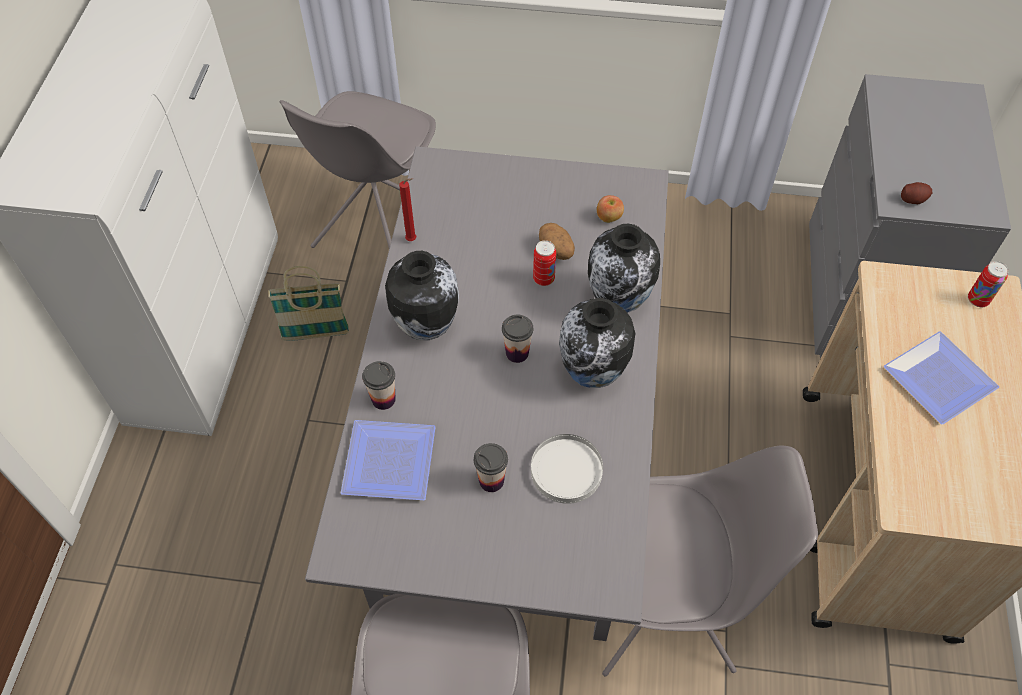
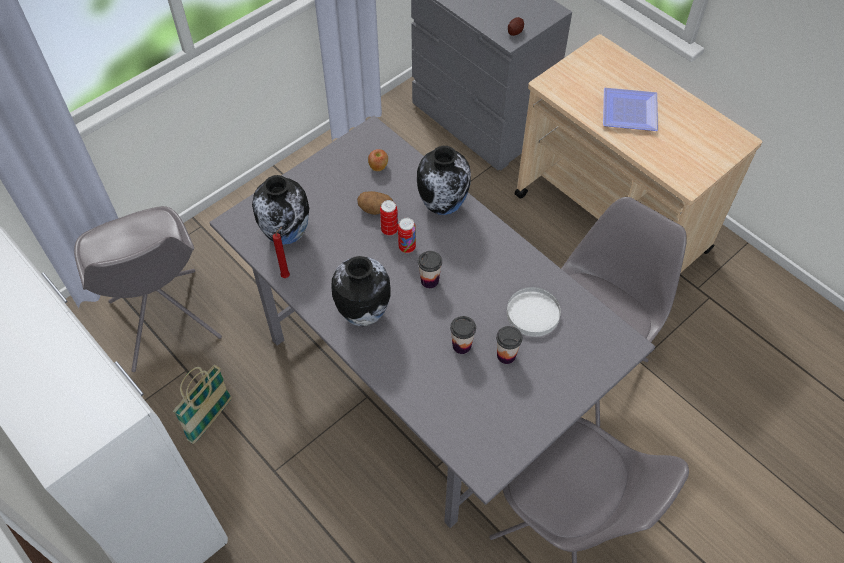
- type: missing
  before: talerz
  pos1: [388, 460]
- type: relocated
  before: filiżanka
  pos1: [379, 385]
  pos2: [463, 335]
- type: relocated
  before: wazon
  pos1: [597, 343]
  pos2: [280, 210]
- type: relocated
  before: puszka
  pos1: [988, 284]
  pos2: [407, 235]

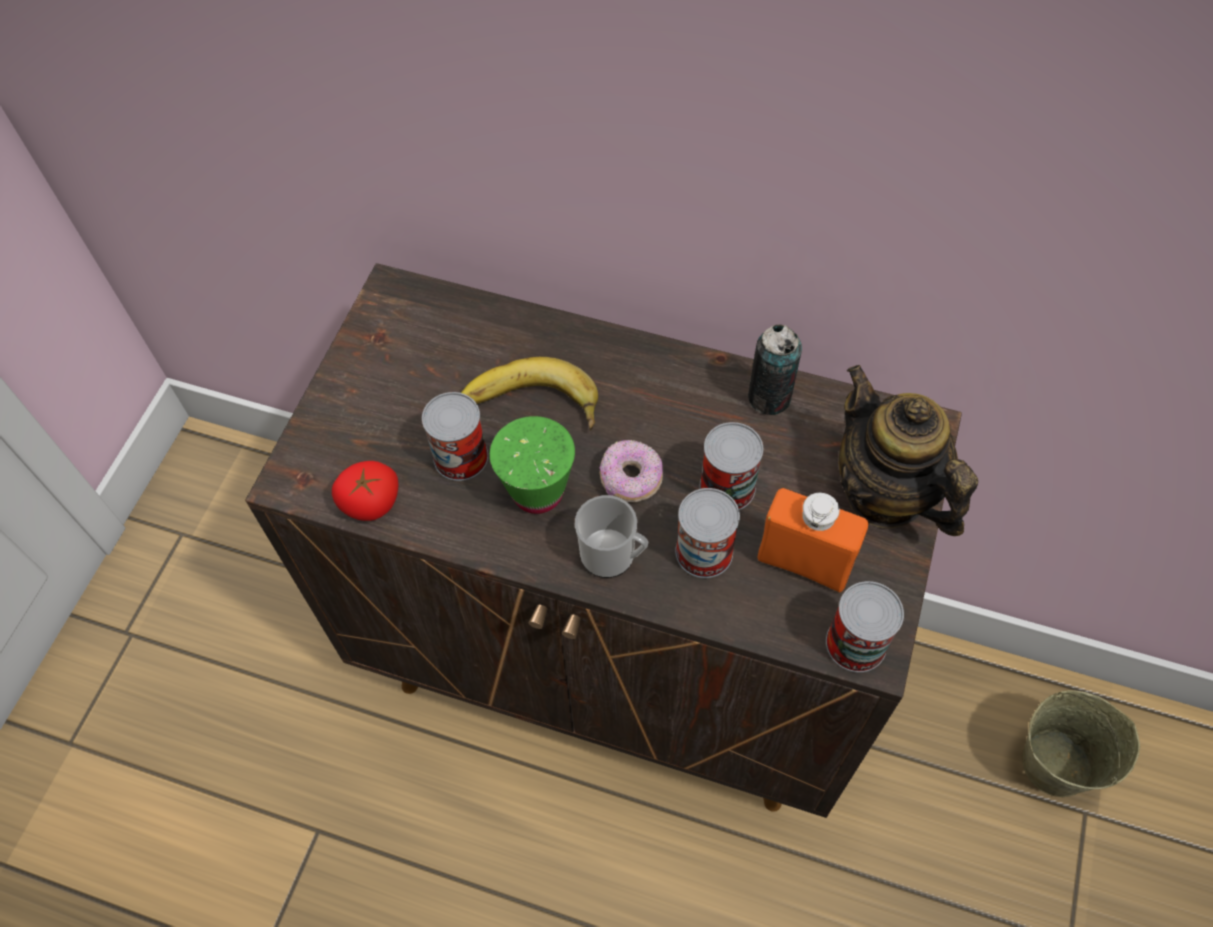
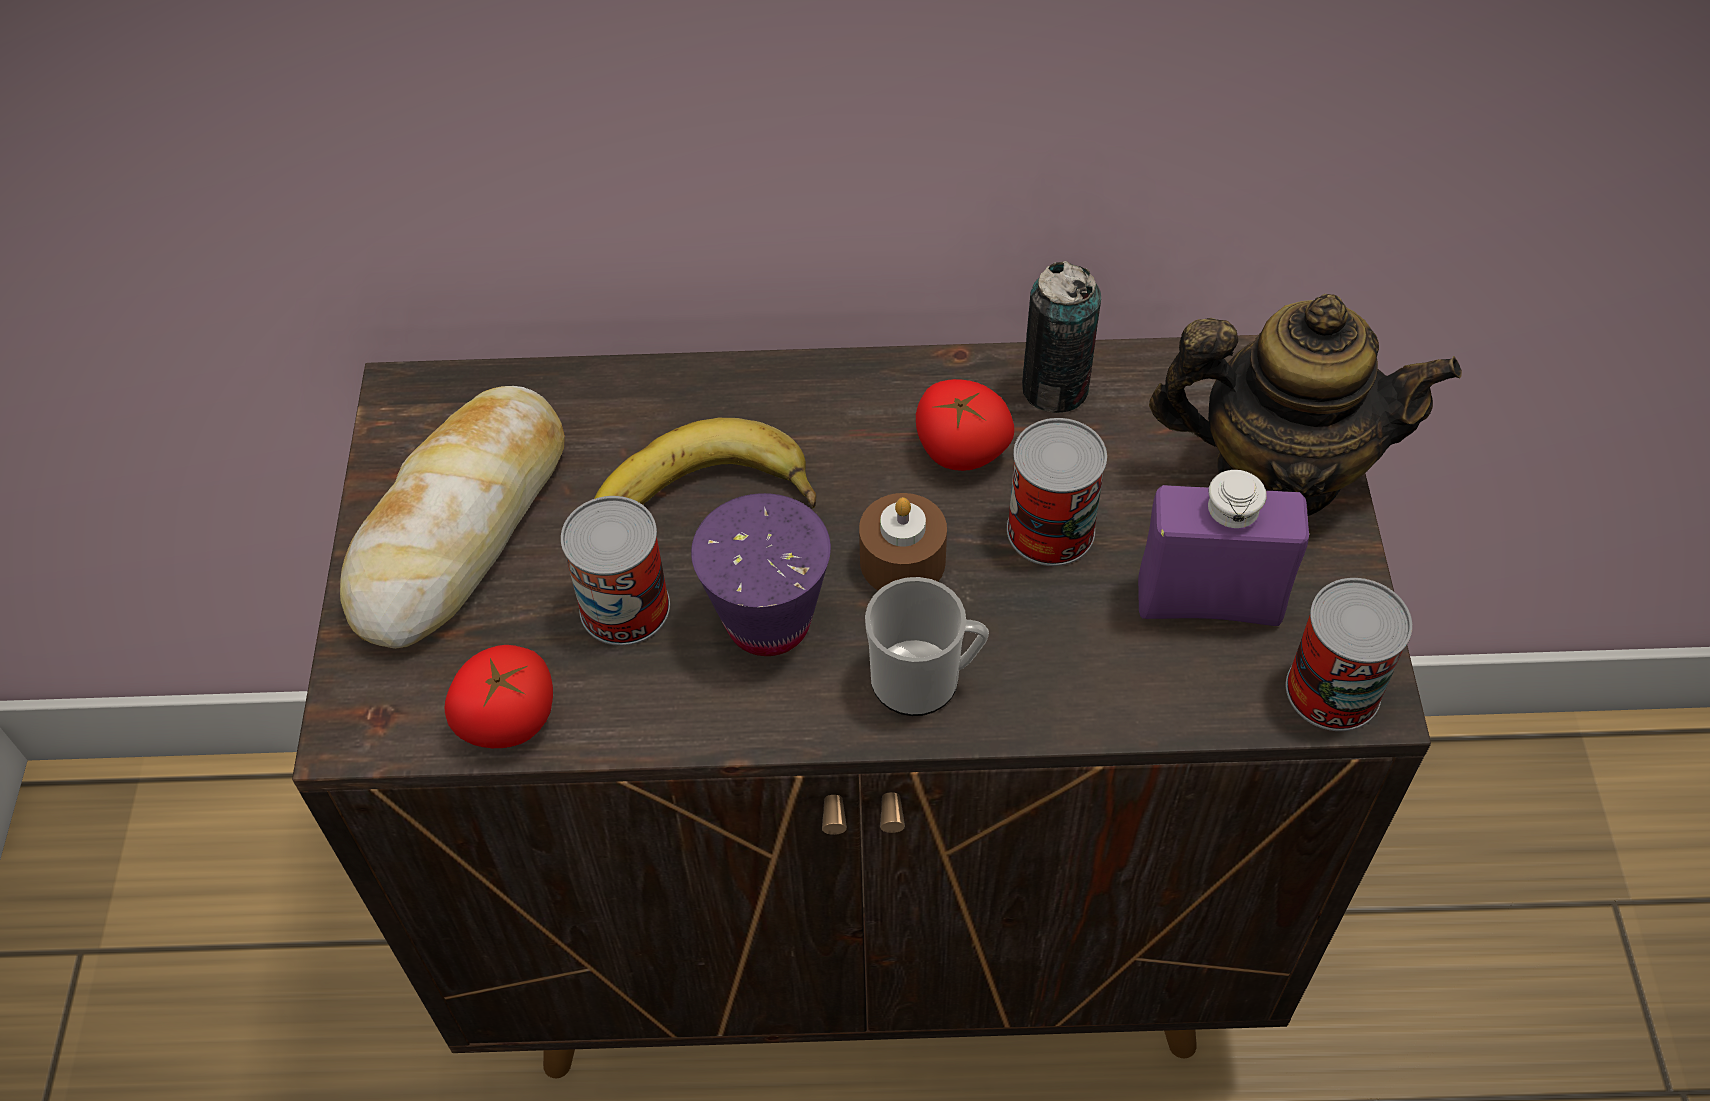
- type: missing
  before: puszka
  pos1: [707, 533]
- type: missing
  before: wiadro (beżowy)
  pos1: [1081, 743]
- type: appeared
  after: chleb
  pos2: [452, 517]
- type: appeared
  after: pomidor
  pos2: [965, 425]
- type: exchanged
  before: donut
  after: świeca (brązowy)
  pos1: [631, 471]
  pos2: [903, 542]
- type: colour
  before: filiżanka (zielony)
  after: filiżanka (fioletowy)
  pos1: [532, 465]
  pos2: [761, 574]
- type: colour
  before: butelka (pomarańczowy)
  after: butelka (fioletowy)
  pos1: [812, 540]
  pos2: [1223, 548]
- type: spun
  before: imbryk
  pos1: [908, 450]
  pos2: [1305, 405]
  turn: 150

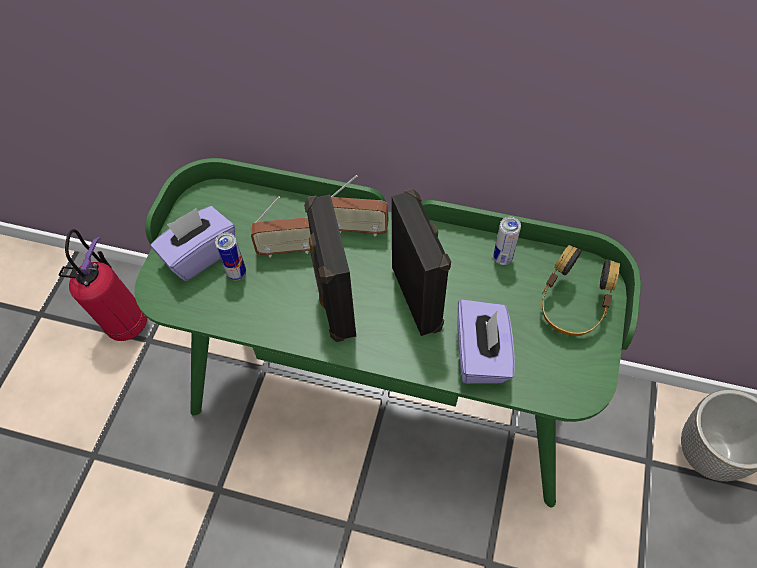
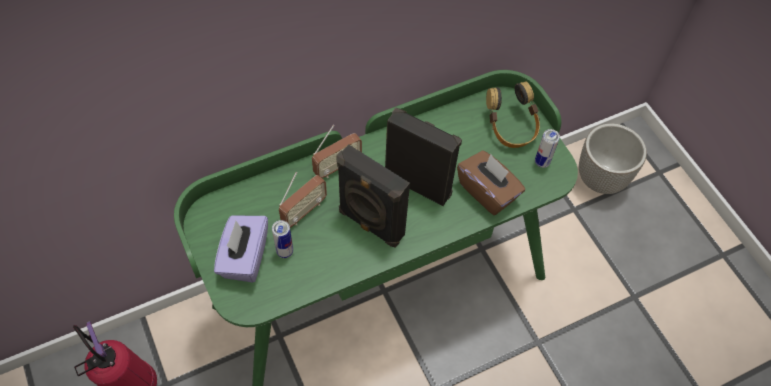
- type: relocated
  before: puszka
  pos1: [507, 241]
  pos2: [547, 148]
- type: colour
  before: pudełko chusteczek (fioletowy)
  after: pudełko chusteczek (brązowy)
  pos1: [486, 342]
  pos2: [491, 182]

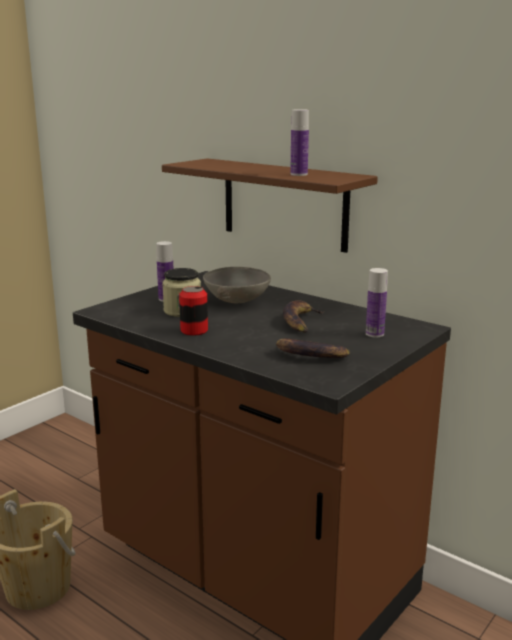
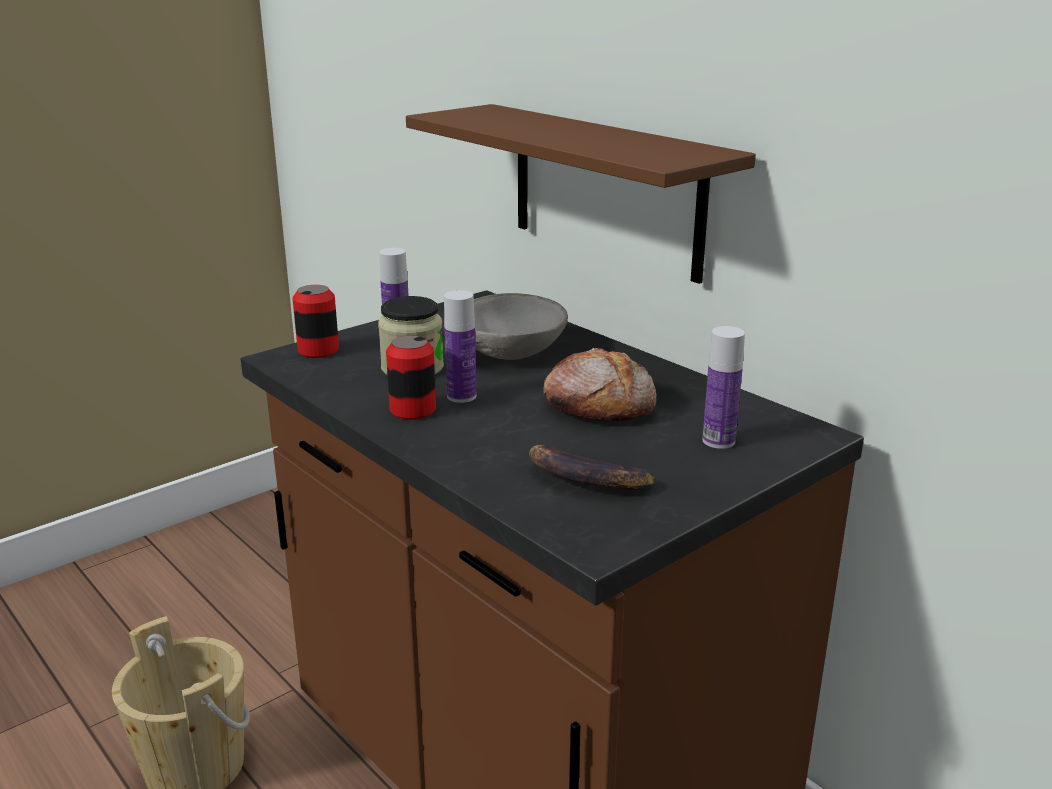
- type: appeared
  after: puszka
  pos2: [315, 321]
- type: relocated
  before: butelka
  pos1: [299, 142]
  pos2: [460, 346]
- type: exchanged
  before: banan
  after: chleb
  pos1: [303, 317]
  pos2: [600, 384]

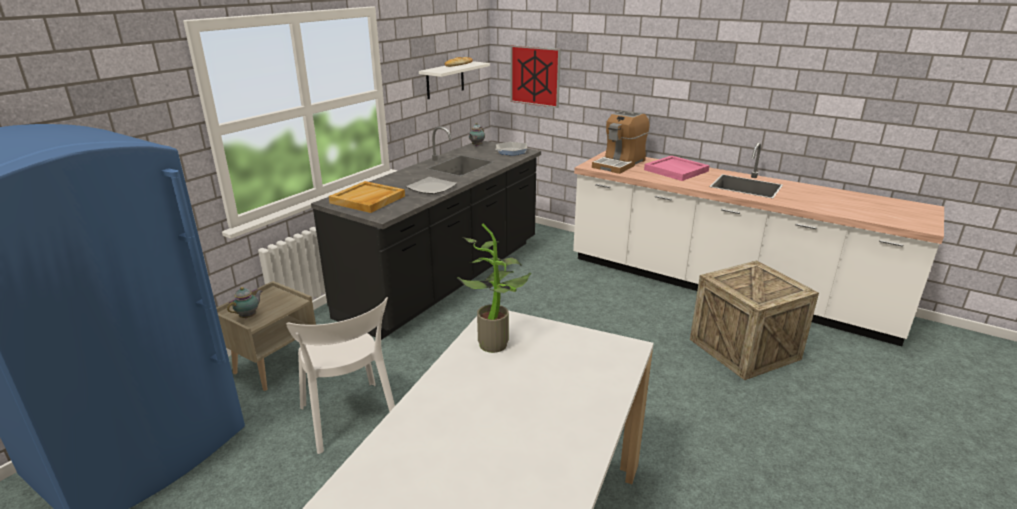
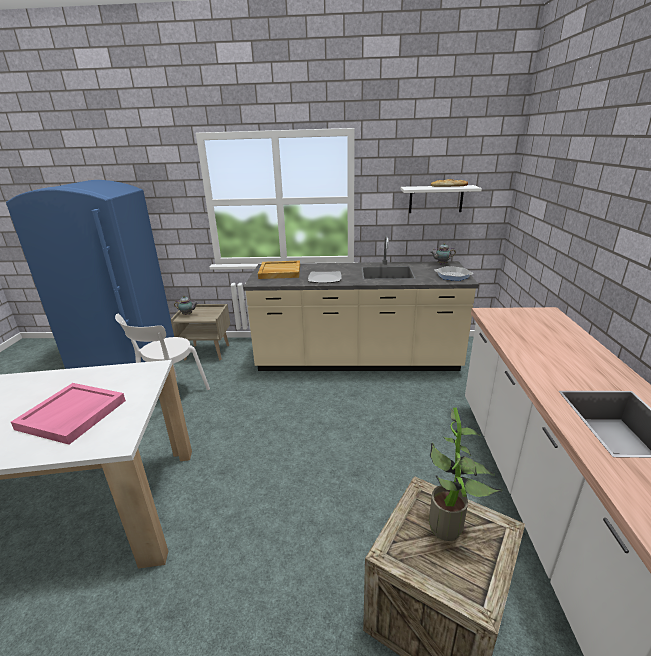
- type: missing
  before: obraz
  pos1: [535, 76]
- type: missing
  before: ekspres do kawy
  pos1: [620, 142]
- type: relocated
  before: roślina doniczkowa
  pos1: [494, 288]
  pos2: [466, 474]
- type: relocated
  before: taca (różowy)
  pos1: [677, 168]
  pos2: [68, 414]
- type: colour
  before: zabudowa kuchenna (czarny)
  after: zabudowa kuchenna (beżowy)
  pos1: [426, 233]
  pos2: [361, 303]

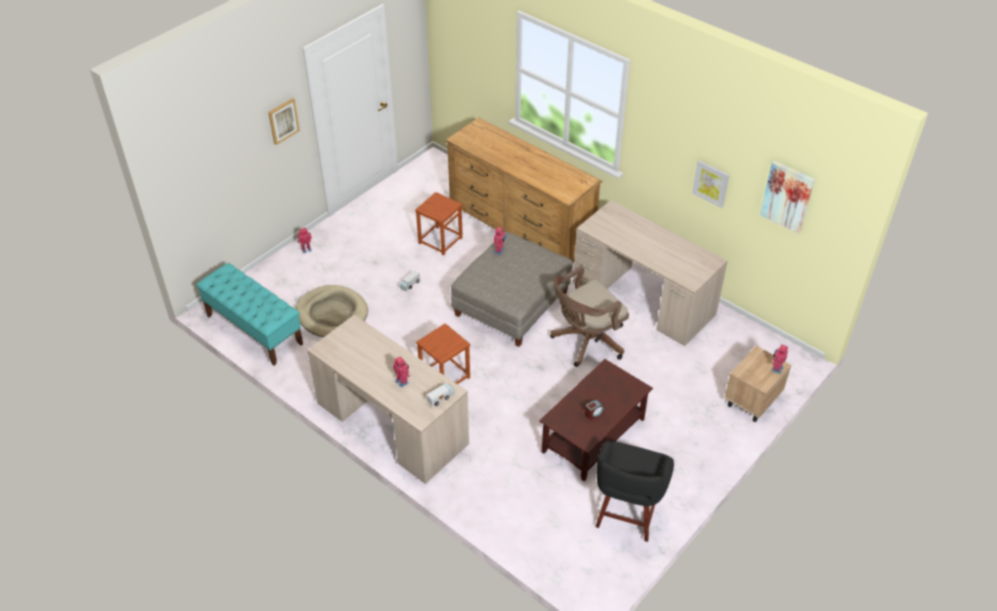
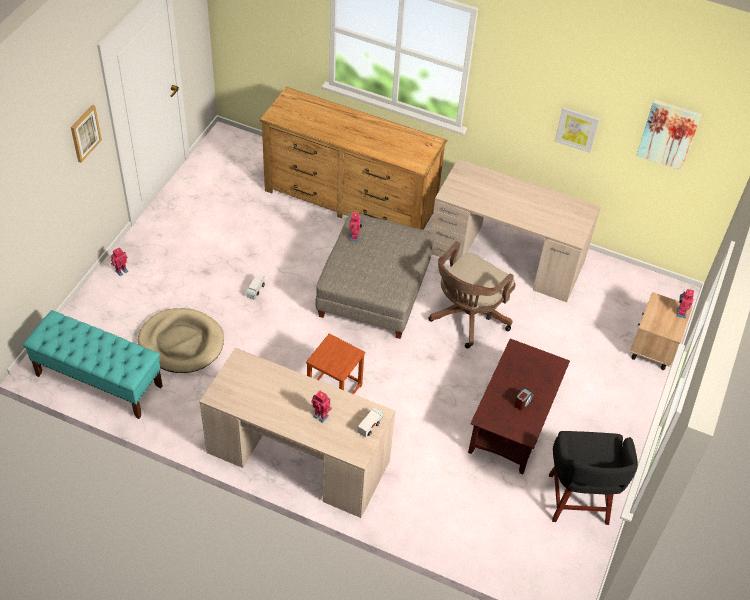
- type: missing
  before: stołek (brązowy)
  pos1: [439, 224]

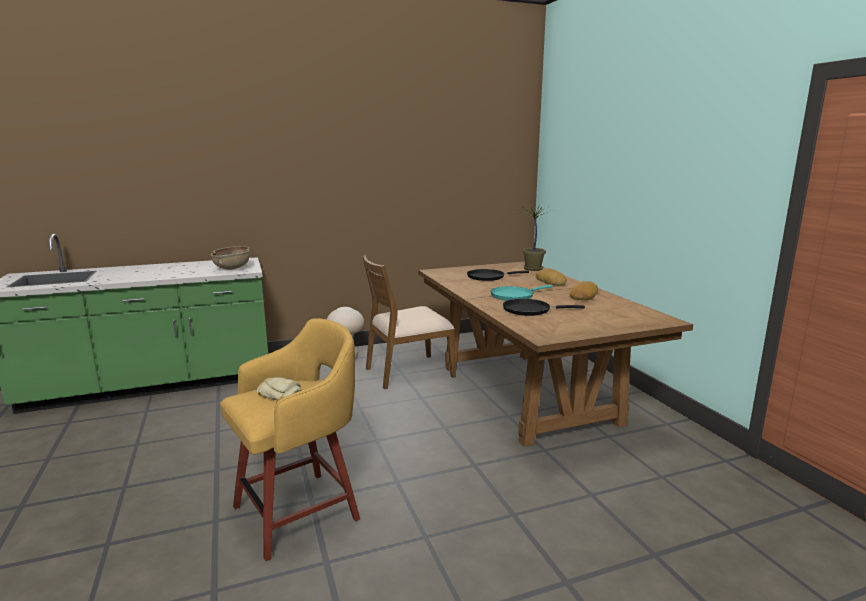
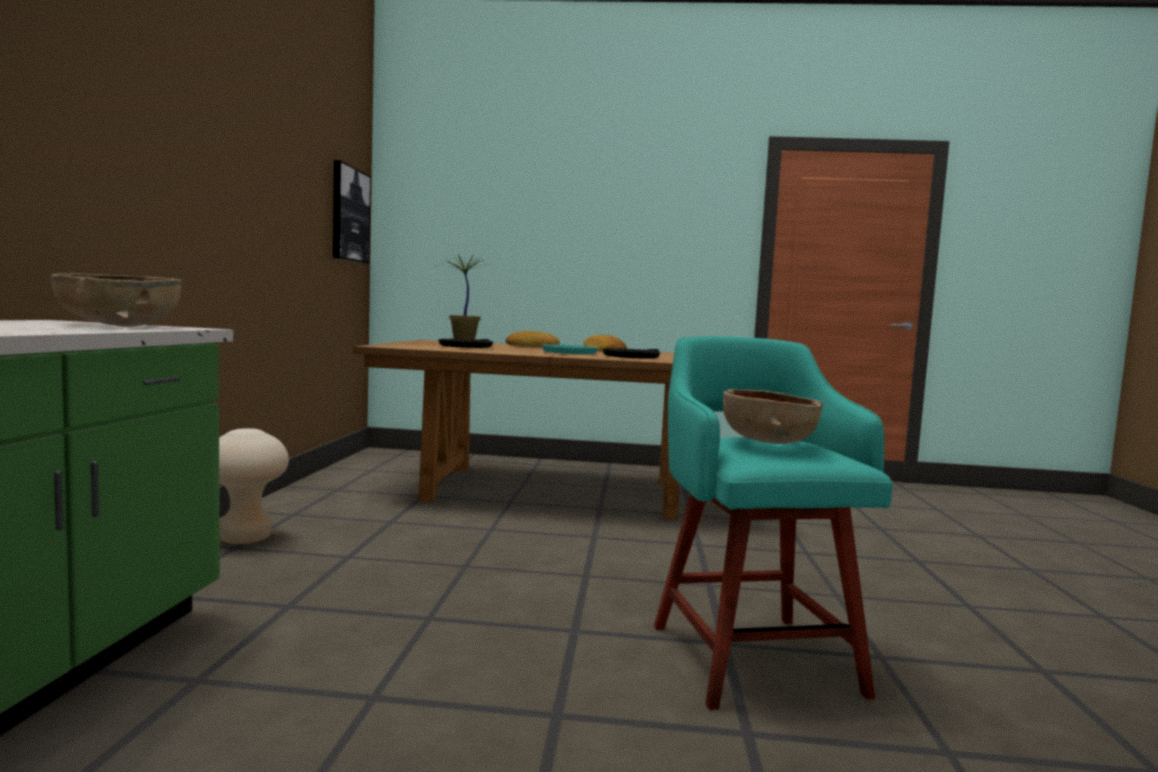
- type: missing
  before: krzesło (brązowy)
  pos1: [409, 322]
- type: appeared
  after: obraz
  pos2: [352, 212]
- type: exchanged
  before: chleb
  after: miska (brązowy)
  pos1: [279, 389]
  pos2: [773, 416]
- type: colour
  before: stołek (żółty)
  after: stołek (turkusowy)
  pos1: [290, 439]
  pos2: [773, 523]

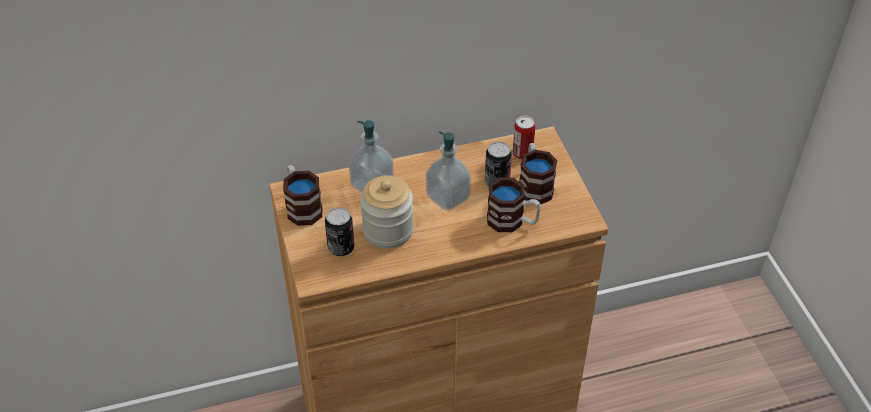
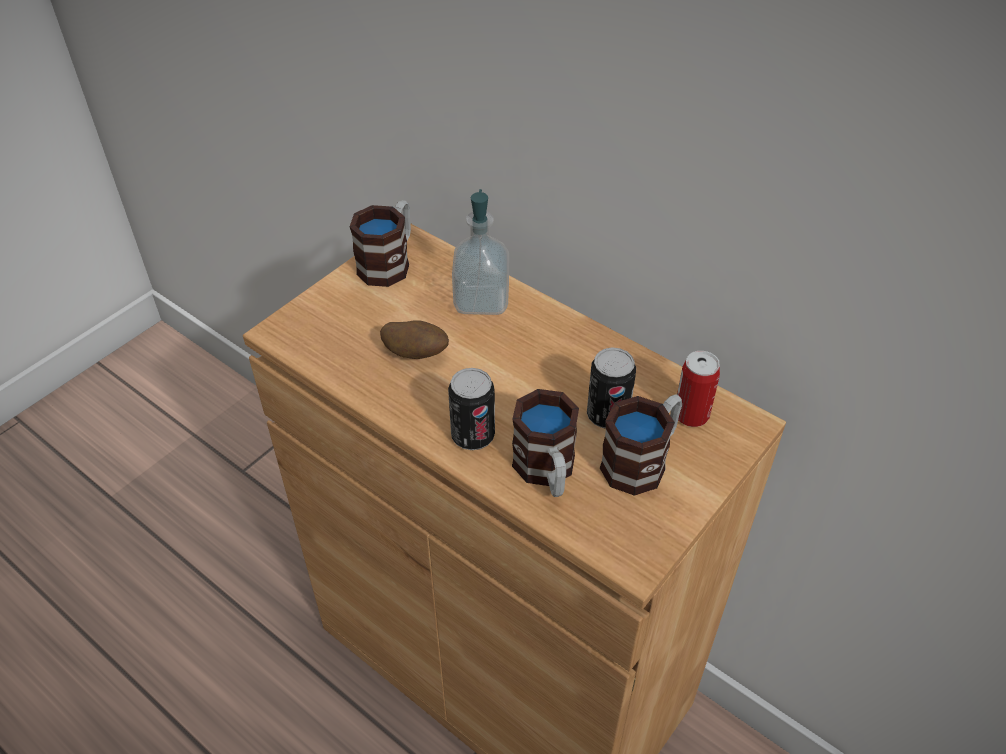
- type: missing
  before: dozownik mydła
  pos1: [448, 171]
- type: relocated
  before: puszka
  pos1: [339, 232]
  pos2: [471, 409]
- type: exchanged
  before: słoik
  after: ziemniak
  pos1: [387, 212]
  pos2: [414, 339]

